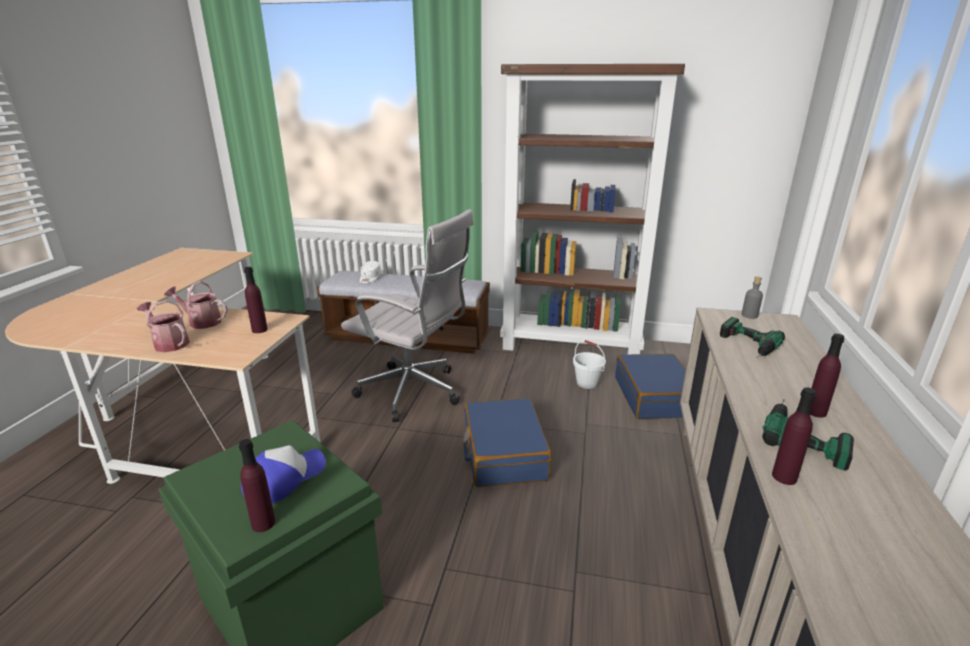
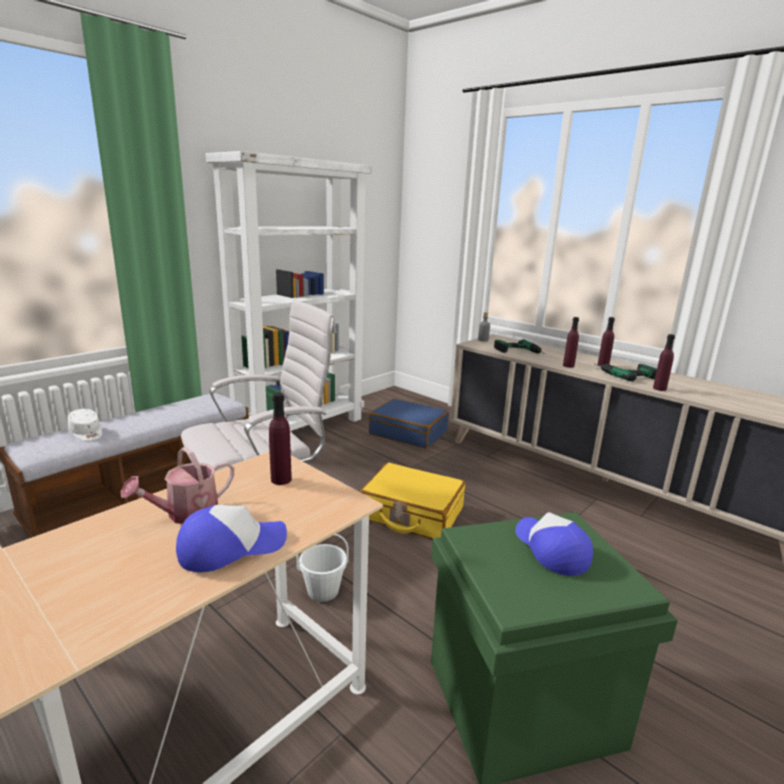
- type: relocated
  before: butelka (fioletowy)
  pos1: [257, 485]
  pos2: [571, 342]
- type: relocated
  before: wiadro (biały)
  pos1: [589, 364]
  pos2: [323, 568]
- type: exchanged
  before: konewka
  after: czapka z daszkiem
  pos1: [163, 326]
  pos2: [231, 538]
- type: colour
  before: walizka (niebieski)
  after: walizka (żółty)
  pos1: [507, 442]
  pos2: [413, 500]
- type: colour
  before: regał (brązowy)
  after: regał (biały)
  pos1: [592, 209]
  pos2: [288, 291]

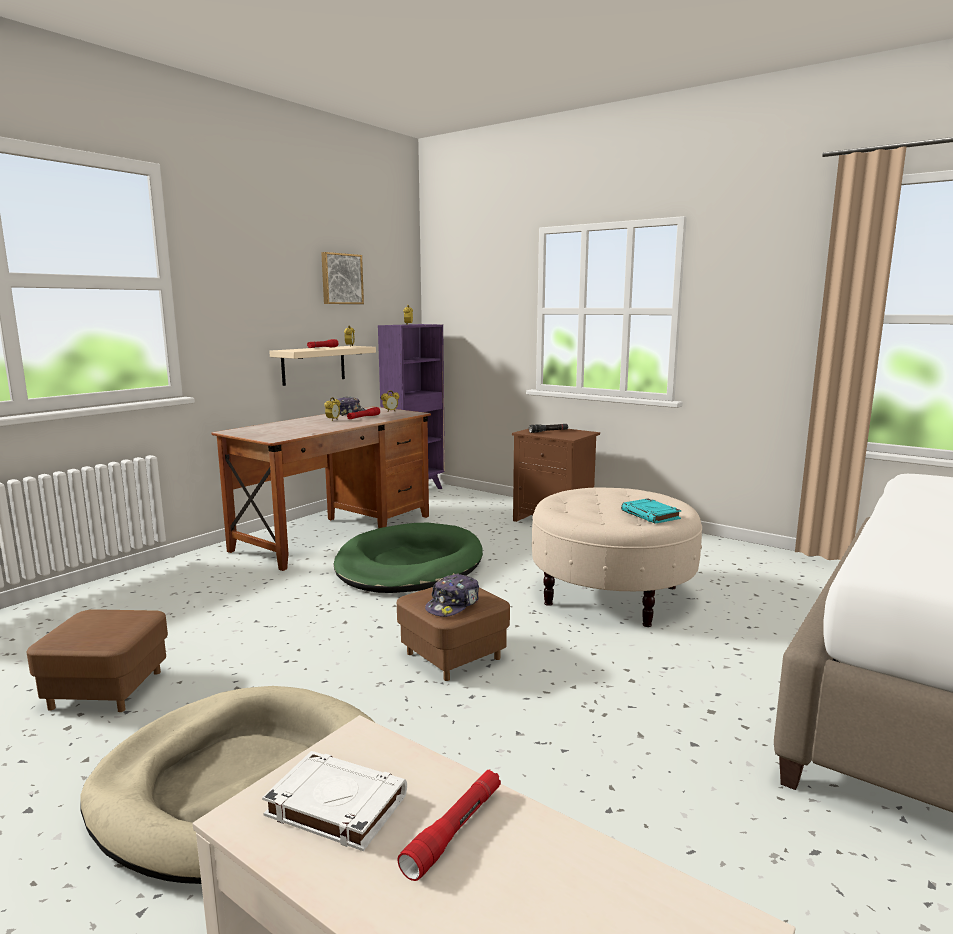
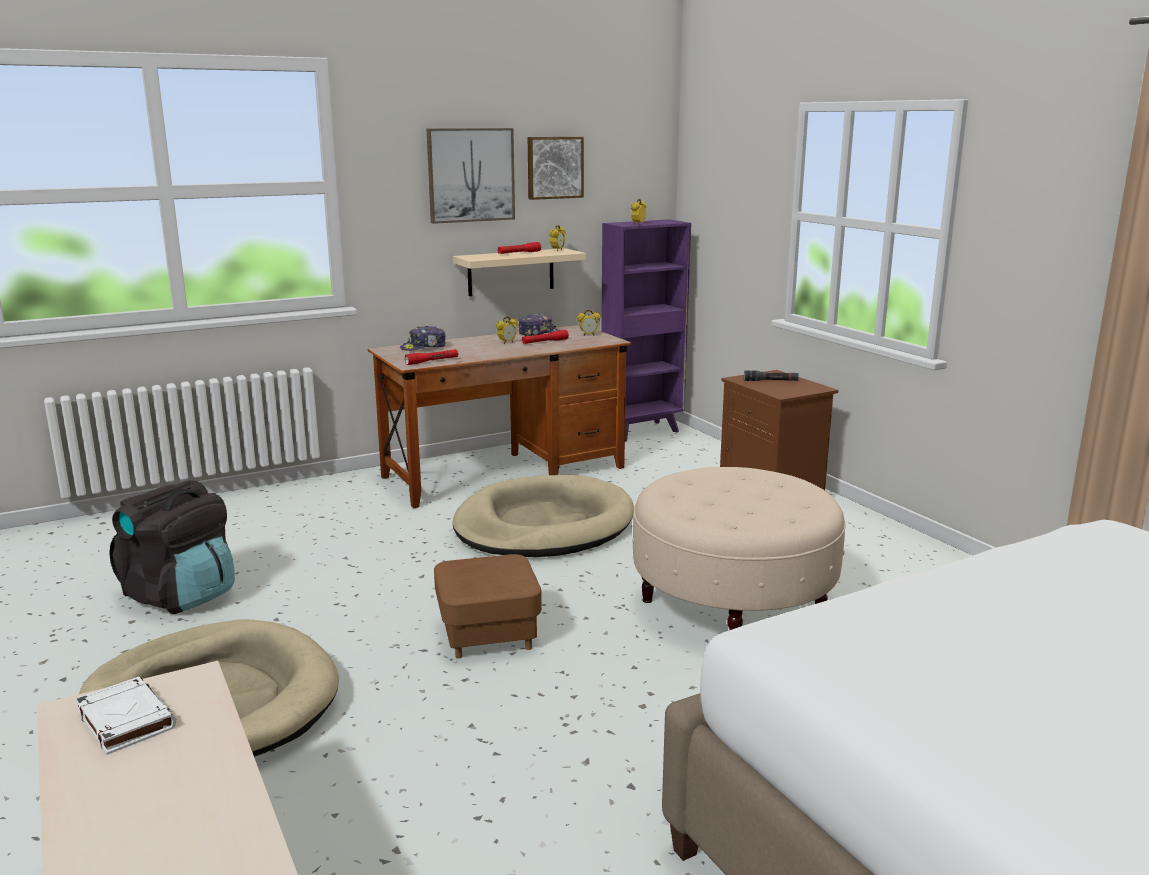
- type: missing
  before: książka (turkusowy)
  pos1: [651, 511]
- type: appeared
  after: obraz
  pos2: [470, 176]
- type: relocated
  before: latarka (czerwony)
  pos1: [449, 825]
  pos2: [432, 357]
- type: relocated
  before: czapka z daszkiem
  pos1: [452, 595]
  pos2: [423, 338]
- type: exchanged
  before: pufa (brązowy)
  after: plecak (czarny)
  pos1: [97, 660]
  pos2: [171, 547]
- type: colour
  before: legowisko (zielony)
  after: legowisko (beżowy)
  pos1: [408, 558]
  pos2: [543, 516]

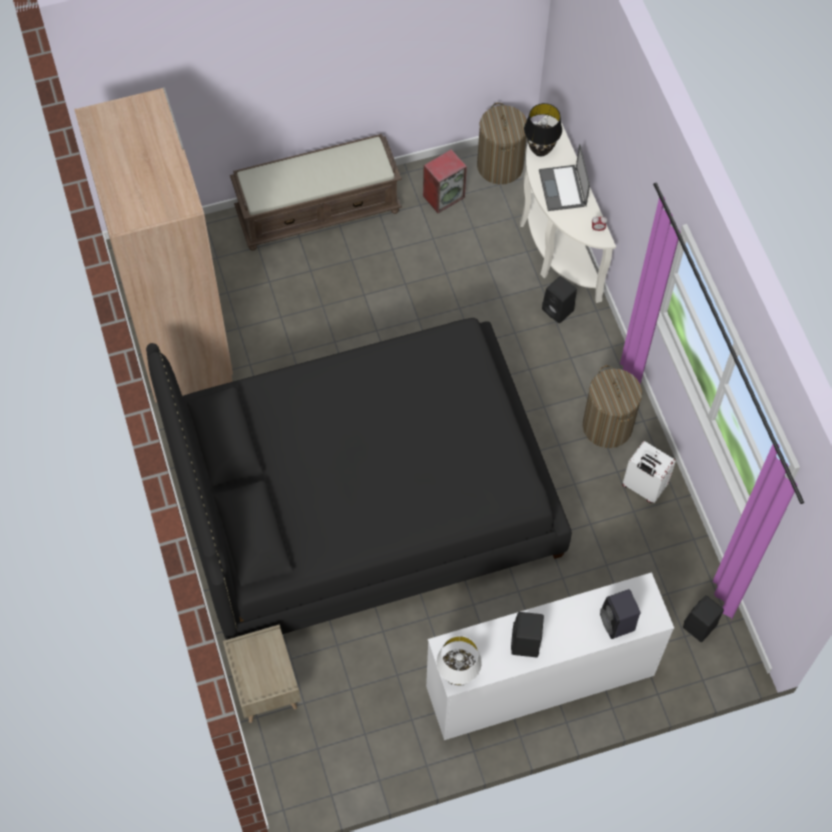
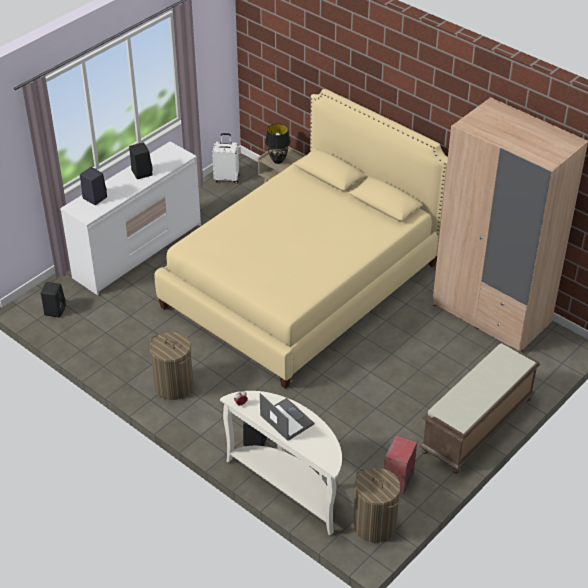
- type: missing
  before: lampa stołowa (biały)
  pos1: [459, 661]
- type: relocated
  before: lampa stołowa (czarny)
  pos1: [543, 130]
  pos2: [278, 143]
- type: relocated
  before: walizka (biały)
  pos1: [649, 472]
  pos2: [225, 158]
- type: colour
  before: łóżko (czarny)
  after: łóżko (beżowy)
  pos1: [359, 479]
  pos2: [301, 239]

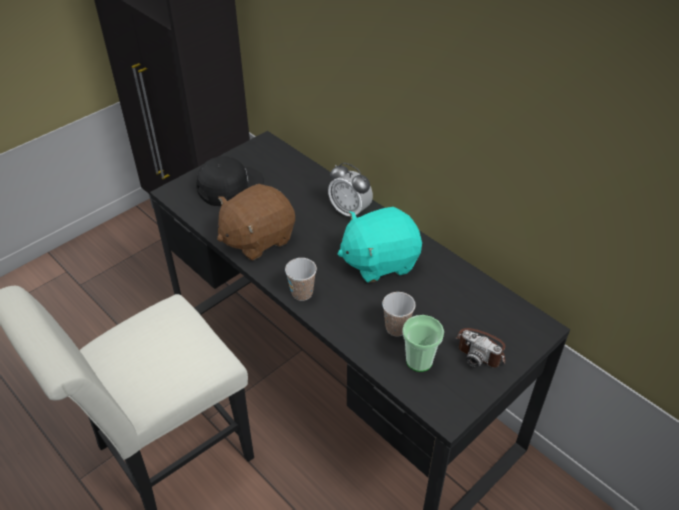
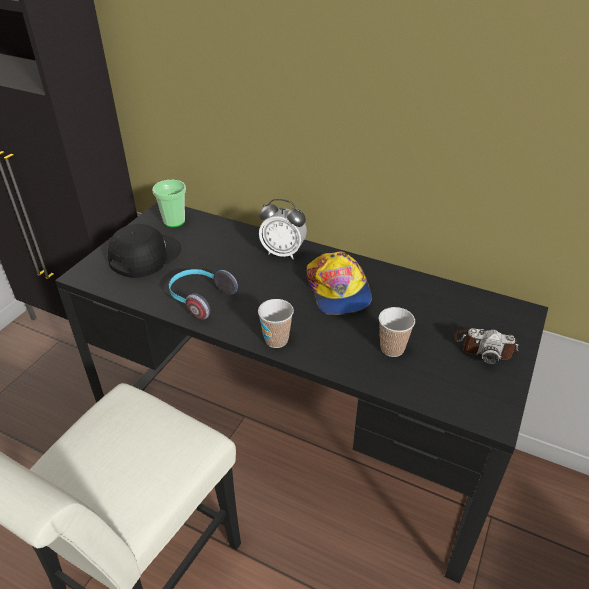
- type: relocated
  before: filiżanka
  pos1: [423, 343]
  pos2: [169, 203]
- type: exchanged
  before: pluszak (brązowy)
  after: słuchawki
  pos1: [256, 222]
  pos2: [203, 294]
- type: exchanged
  before: pluszak (turkusowy)
  after: czapka z daszkiem
  pos1: [380, 245]
  pos2: [339, 283]

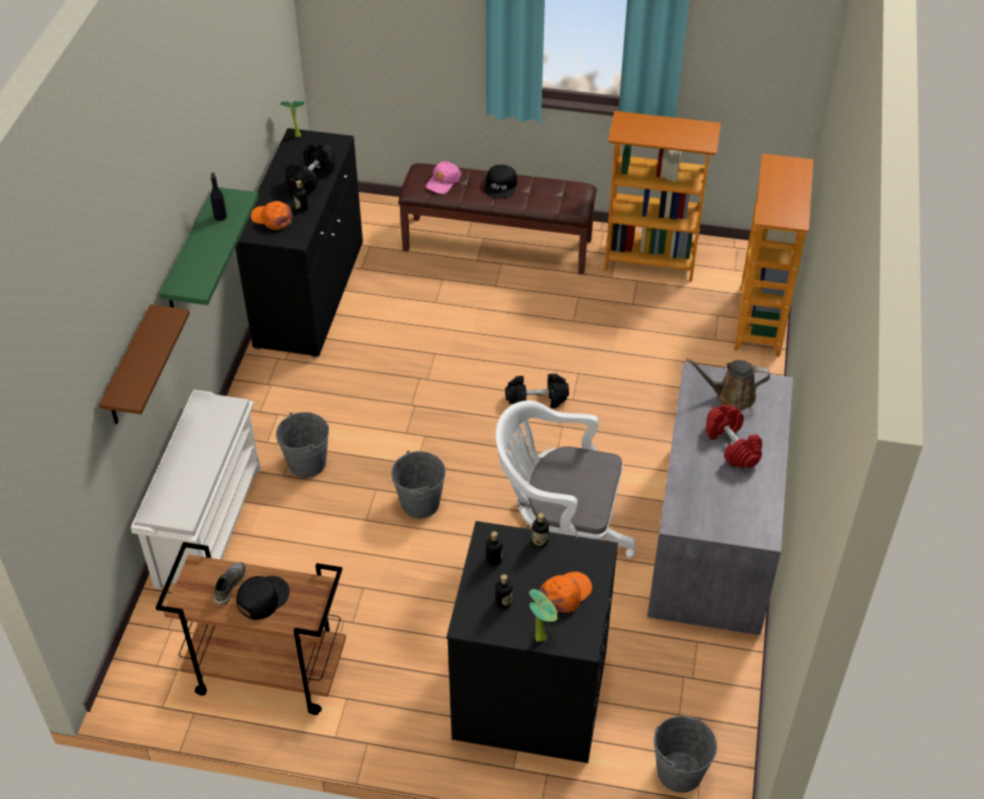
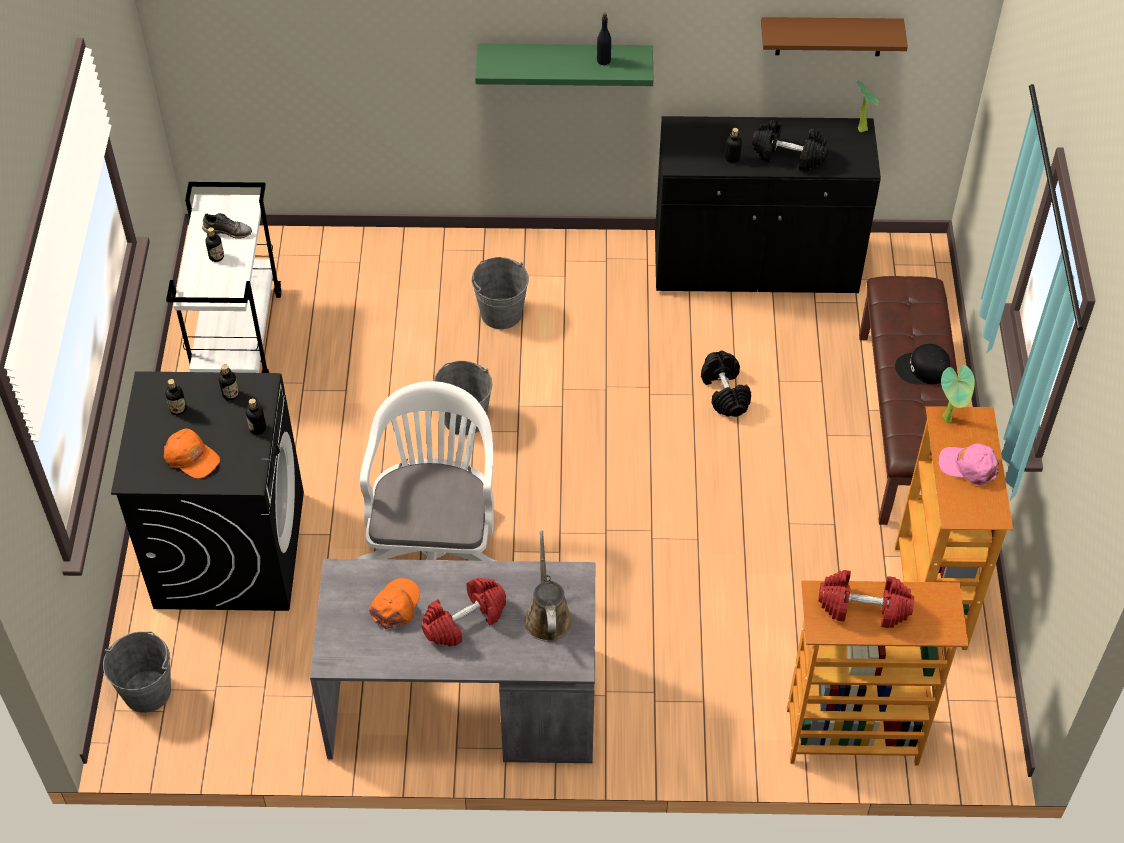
- type: missing
  before: regał na buty (biały)
  pos1: [196, 489]
- type: appeared
  after: hantel (czerwony)
  pos2: [866, 599]
- type: relocated
  before: półka (brązowy)
  pos1: [144, 364]
  pos2: [834, 36]
- type: relocated
  before: czapka z daszkiem (pomarańczowy)
  pos1: [272, 215]
  pos2: [394, 603]
- type: relocated
  before: czapka z daszkiem (różowy)
  pos1: [444, 177]
  pos2: [969, 464]
- type: relocated
  before: hantel (czarny)
  pos1: [537, 391]
  pos2: [726, 384]
- type: relocated
  before: roślina doniczkowa
  pos1: [543, 615]
  pos2: [958, 394]
- type: exchanged
  before: czapka z daszkiem (czarny)
  after: butelka
  pos1: [263, 598]
  pos2: [214, 244]
- type: colour
  before: wózek (brązowy)
  after: wózek (biały)
  pos1: [251, 628]
  pos2: [223, 277]

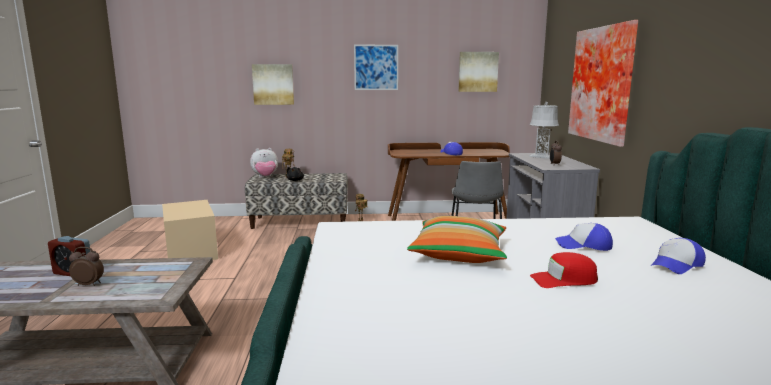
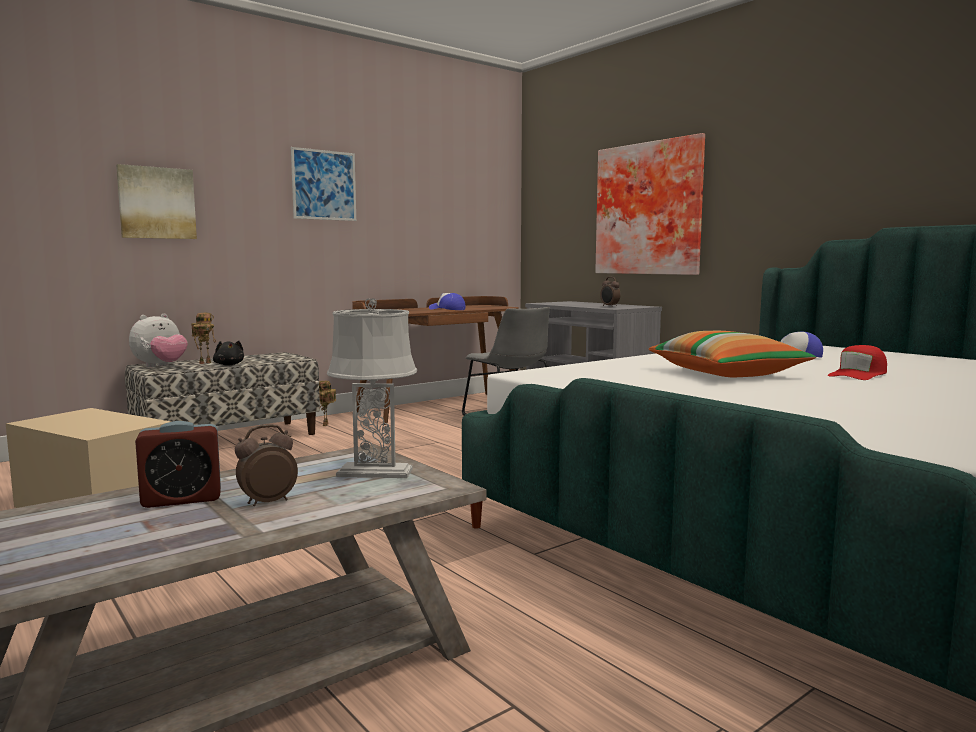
- type: missing
  before: obraz
  pos1: [478, 72]
- type: missing
  before: czapka z daszkiem
  pos1: [678, 256]
- type: relocated
  before: lampa stołowa (szary)
  pos1: [544, 130]
  pos2: [372, 388]

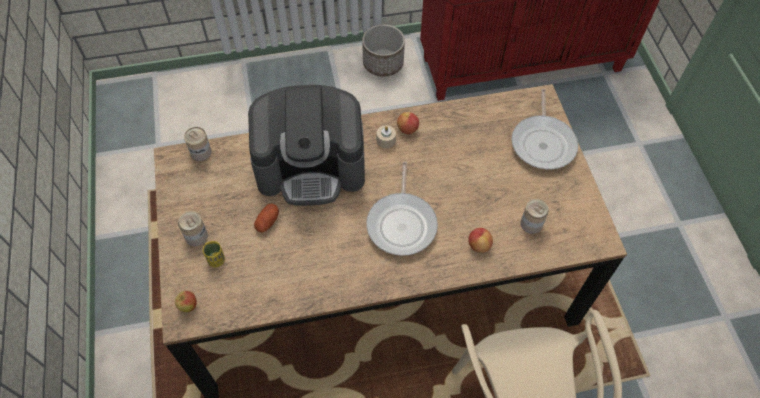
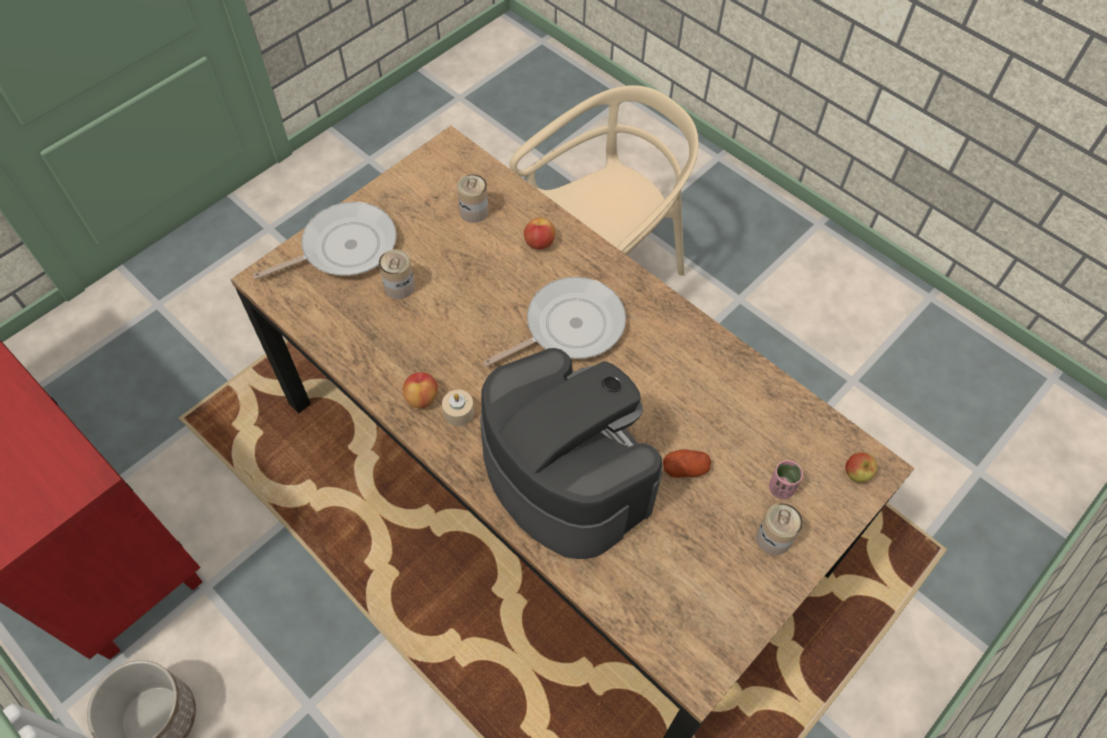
- type: relocated
  before: puszka
  pos1: [198, 144]
  pos2: [397, 274]
- type: colour
  before: filiżanka (żółty)
  after: filiżanka (różowy)
  pos1: [214, 254]
  pos2: [786, 479]

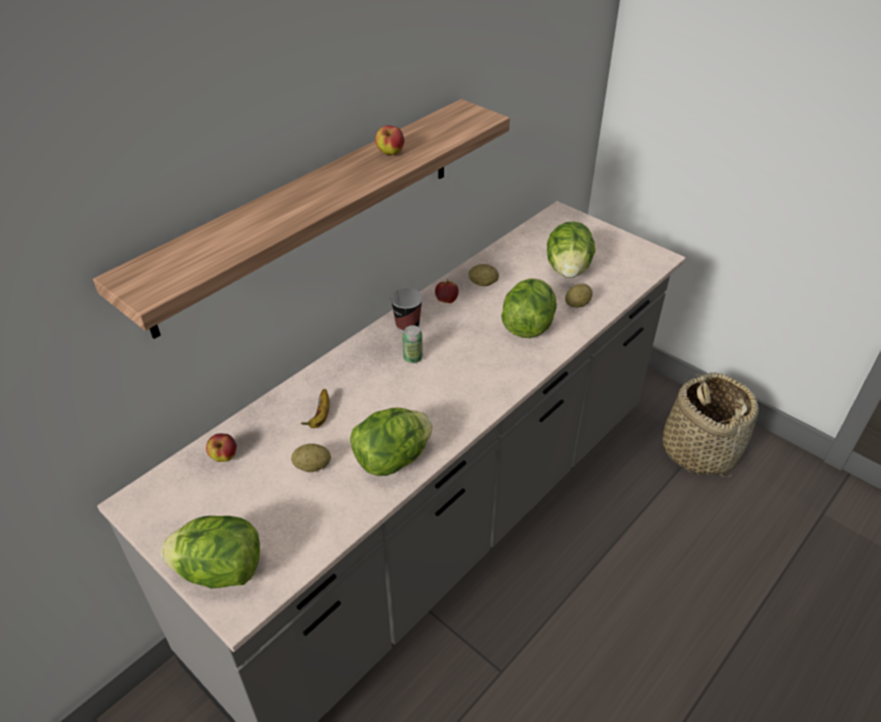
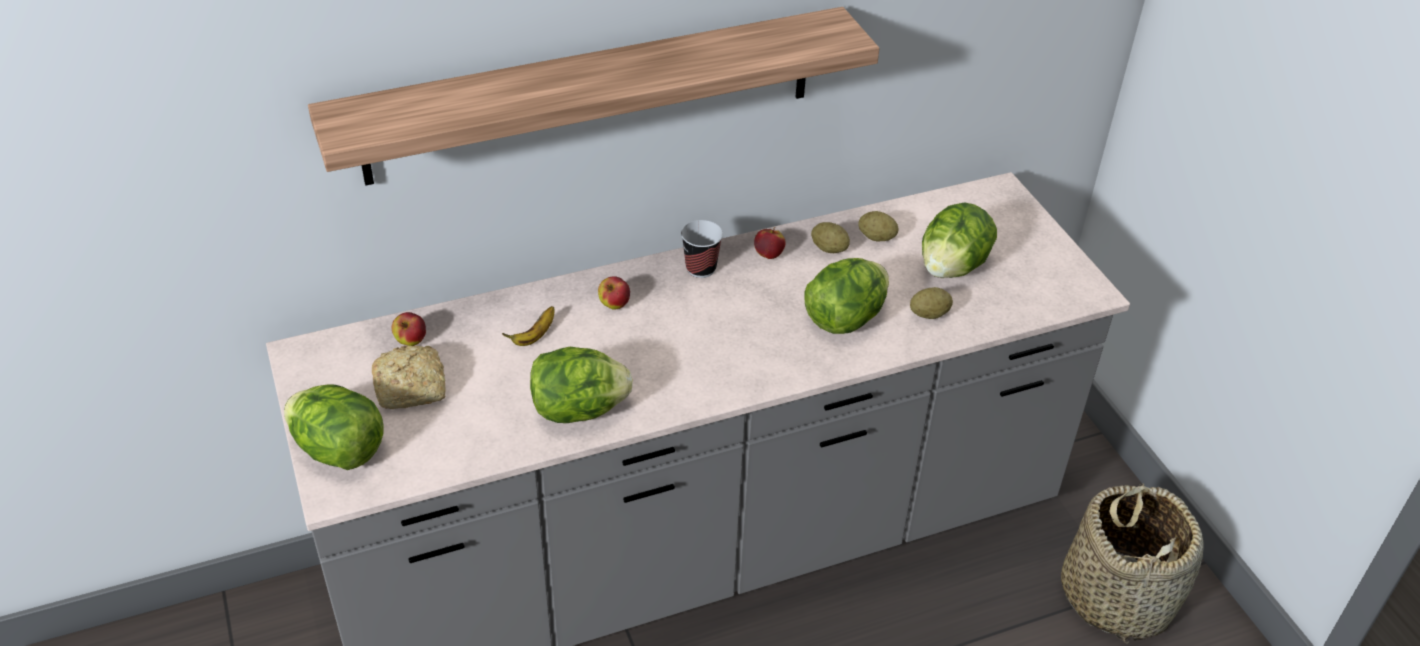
- type: missing
  before: puszka
  pos1: [412, 344]
- type: appeared
  after: chleb
  pos2: [409, 377]
- type: relocated
  before: ziemniak
  pos1: [311, 458]
  pos2: [878, 226]
- type: relocated
  before: jabłko
  pos1: [389, 140]
  pos2: [614, 293]

